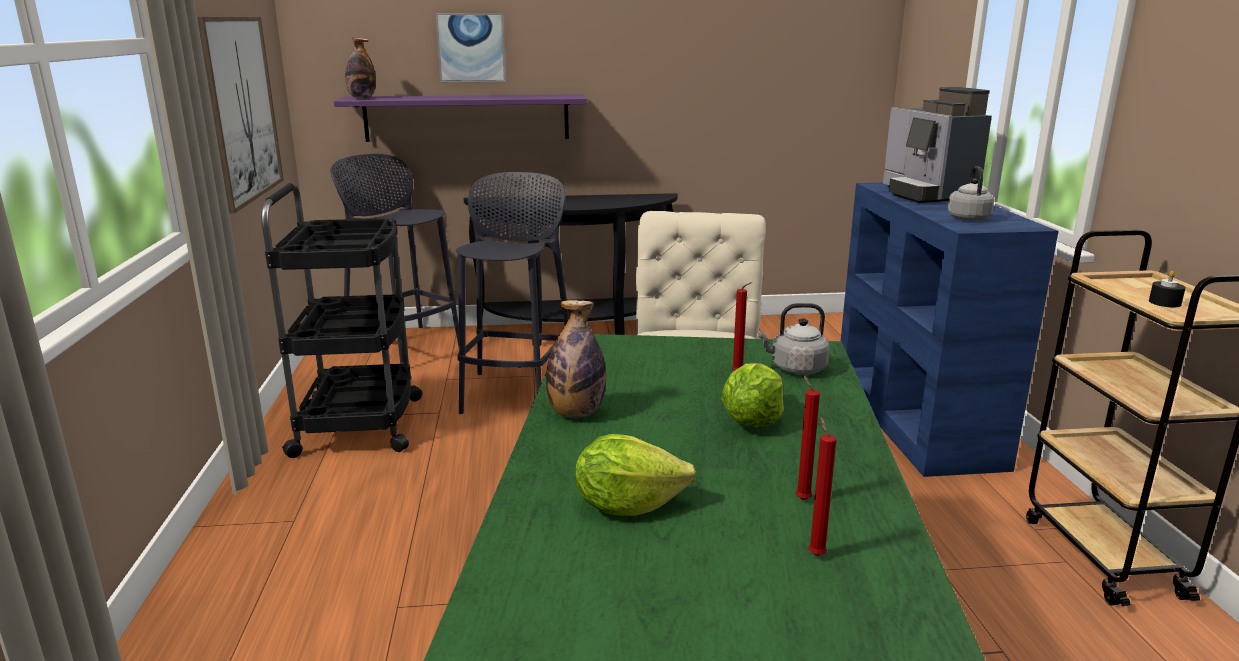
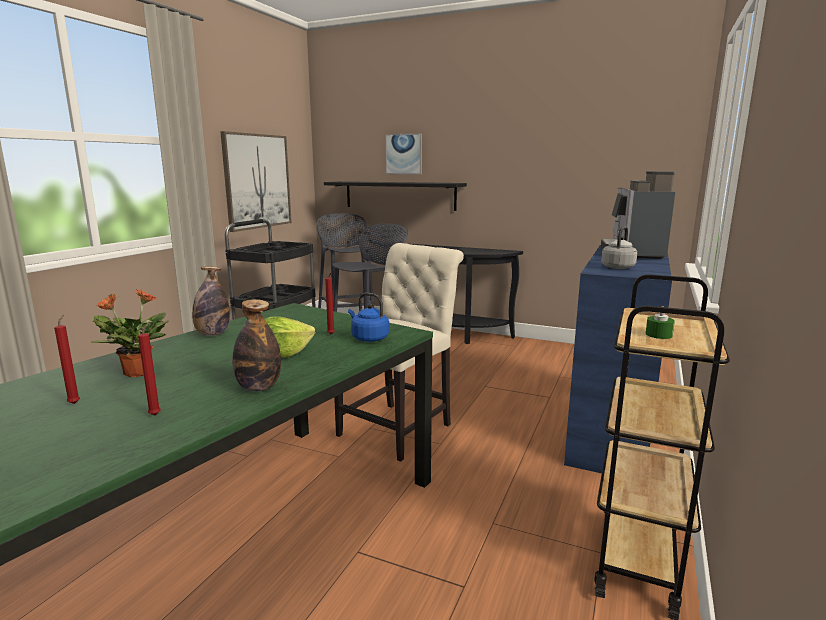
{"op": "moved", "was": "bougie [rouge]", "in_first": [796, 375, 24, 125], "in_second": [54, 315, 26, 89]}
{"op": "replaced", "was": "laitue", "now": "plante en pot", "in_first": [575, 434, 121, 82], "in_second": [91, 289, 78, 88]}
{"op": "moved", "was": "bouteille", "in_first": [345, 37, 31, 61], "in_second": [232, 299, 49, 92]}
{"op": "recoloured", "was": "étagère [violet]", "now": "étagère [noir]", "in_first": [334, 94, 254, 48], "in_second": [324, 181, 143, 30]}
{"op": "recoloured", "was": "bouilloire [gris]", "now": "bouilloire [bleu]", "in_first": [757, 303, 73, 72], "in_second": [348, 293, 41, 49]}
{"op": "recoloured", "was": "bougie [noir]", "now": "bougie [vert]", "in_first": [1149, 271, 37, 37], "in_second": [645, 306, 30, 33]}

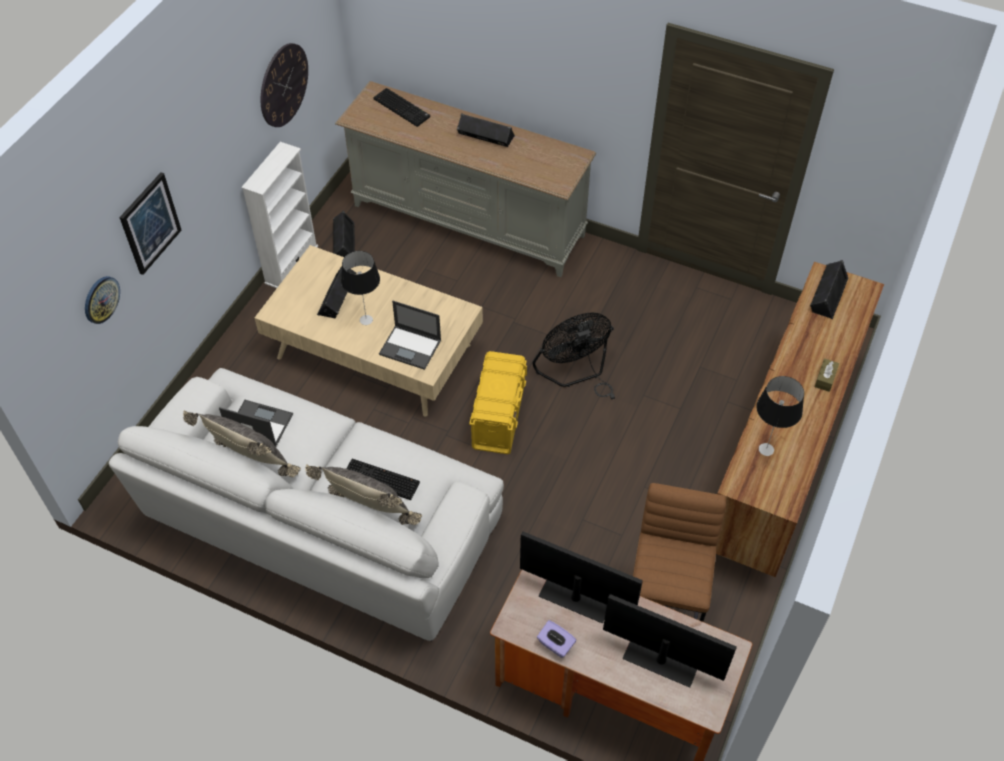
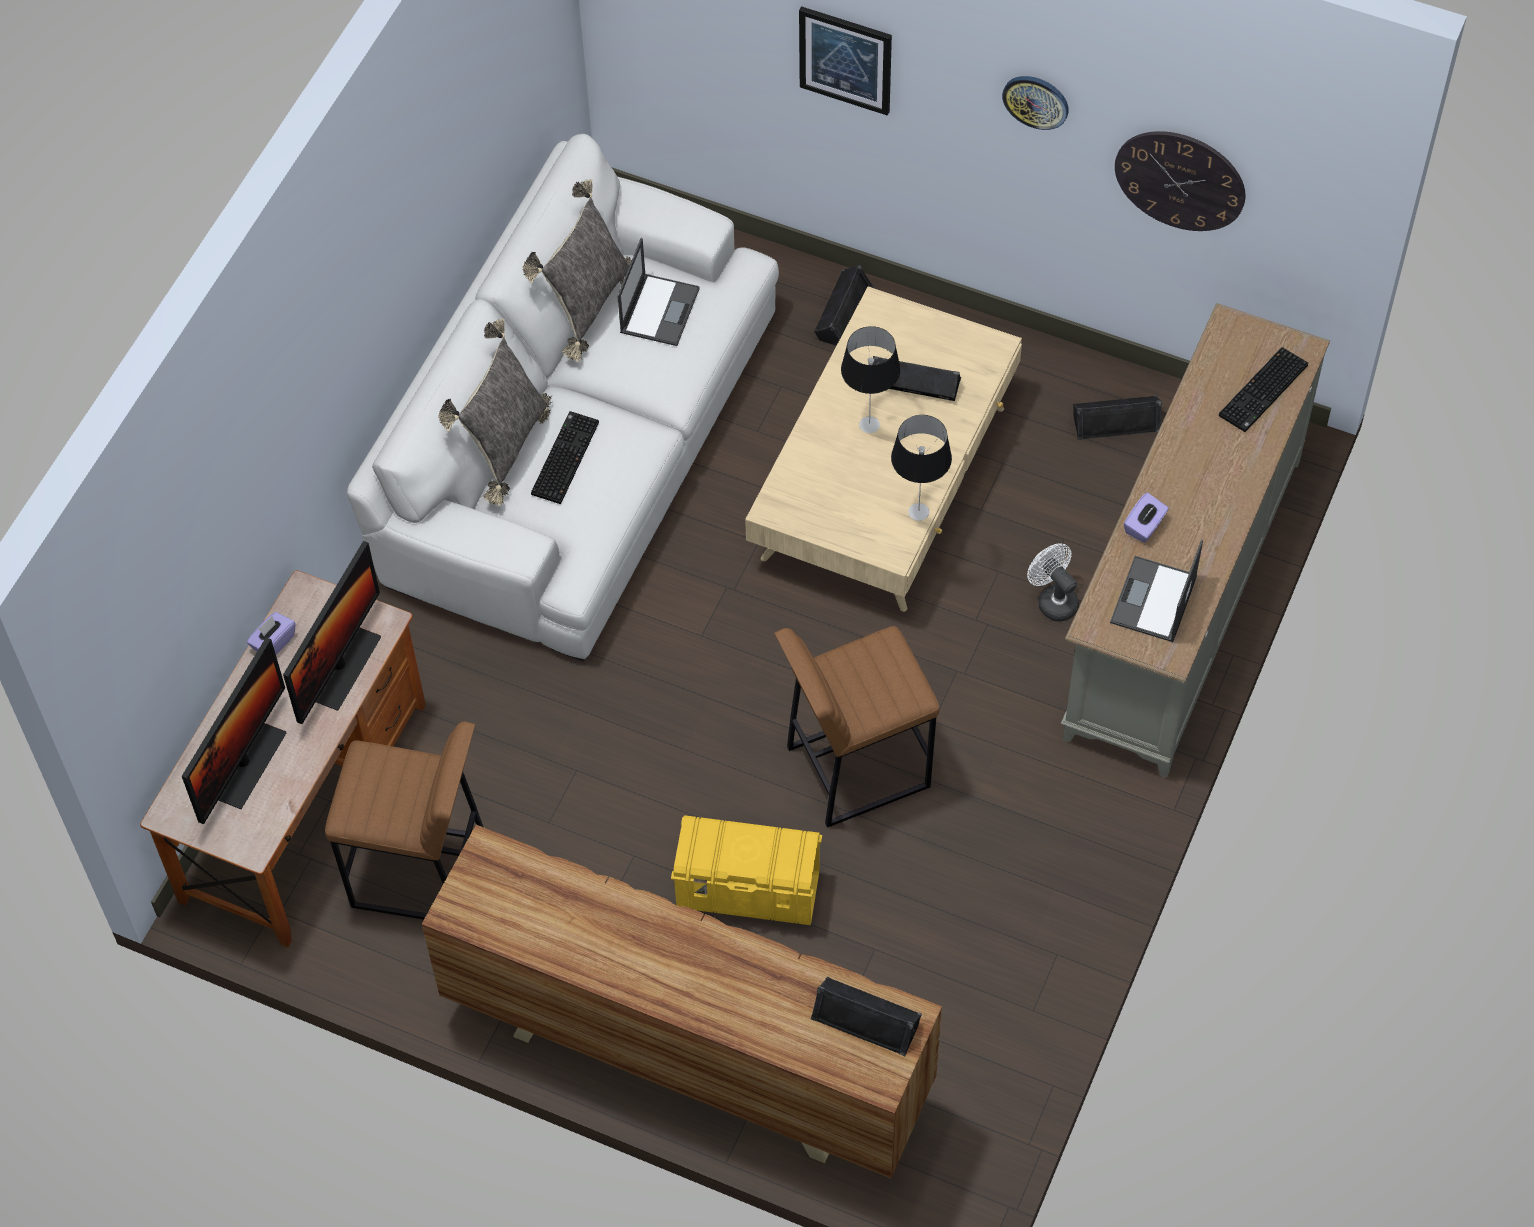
{"op": "moved", "was": "boîte de rangement [jaune]", "in_first": [469, 351, 58, 103], "in_second": [671, 815, 151, 110]}
{"op": "replaced", "was": "ventilateur [noir]", "now": "tabouret [marron]", "in_first": [533, 313, 82, 87], "in_second": [774, 626, 165, 202]}
{"op": "moved", "was": "enceinte [noir]", "in_first": [457, 113, 58, 34], "in_second": [814, 264, 60, 82]}
{"op": "moved", "was": "lampe de table", "in_first": [756, 376, 48, 80], "in_second": [891, 415, 61, 106]}
{"op": "moved", "was": "horloge murale", "in_first": [85, 276, 35, 48], "in_second": [1002, 76, 67, 54]}
{"op": "added", "now": "ventilateur [blanc]", "in_second": [1027, 543, 52, 79]}
{"op": "moved", "was": "ordinateur portable", "in_first": [379, 301, 62, 69], "in_second": [1110, 539, 93, 103]}
{"op": "added", "now": "boîte à mouchoirs [violet]", "in_second": [1124, 492, 45, 51]}
{"op": "removed", "was": "bibliothèque [blanc]", "in_first": [241, 142, 77, 146]}
{"op": "removed", "was": "boîte à mouchoirs [marron]", "in_first": [815, 358, 24, 34]}

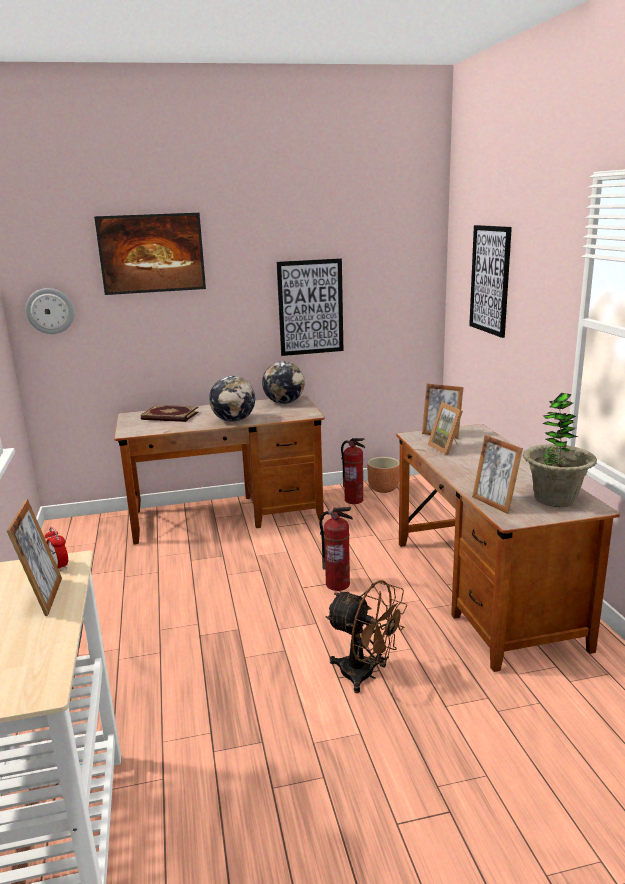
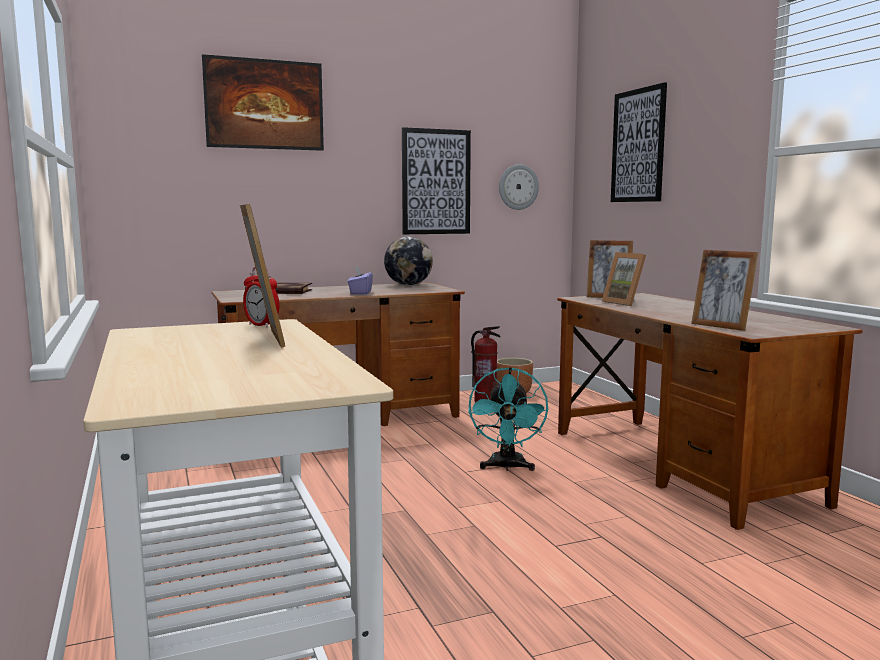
{"op": "replaced", "was": "globe", "now": "boîte à mouchoirs [violet]", "in_first": [209, 376, 46, 46], "in_second": [347, 266, 26, 28]}
{"op": "replaced", "was": "extincteur", "now": "ventilateur [turquoise]", "in_first": [319, 507, 34, 84], "in_second": [468, 367, 81, 104]}
{"op": "moved", "was": "horloge murale", "in_first": [26, 288, 48, 46], "in_second": [499, 164, 40, 46]}
{"op": "removed", "was": "ventilateur [marron]", "in_first": [325, 580, 82, 113]}
{"op": "removed", "was": "plante en pot", "in_first": [523, 393, 74, 114]}

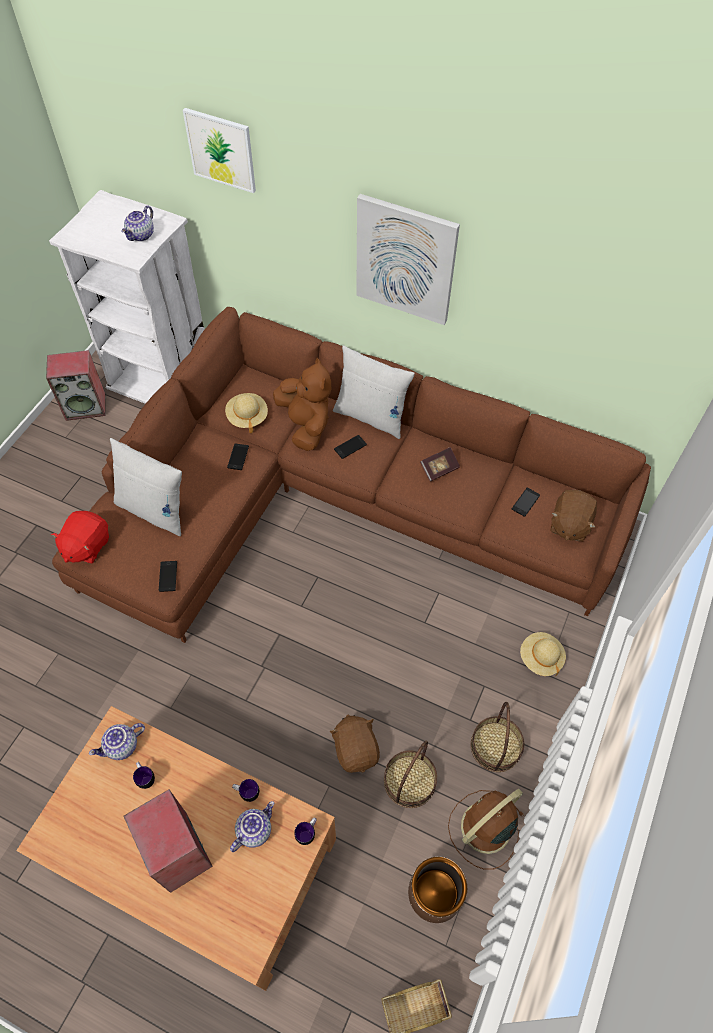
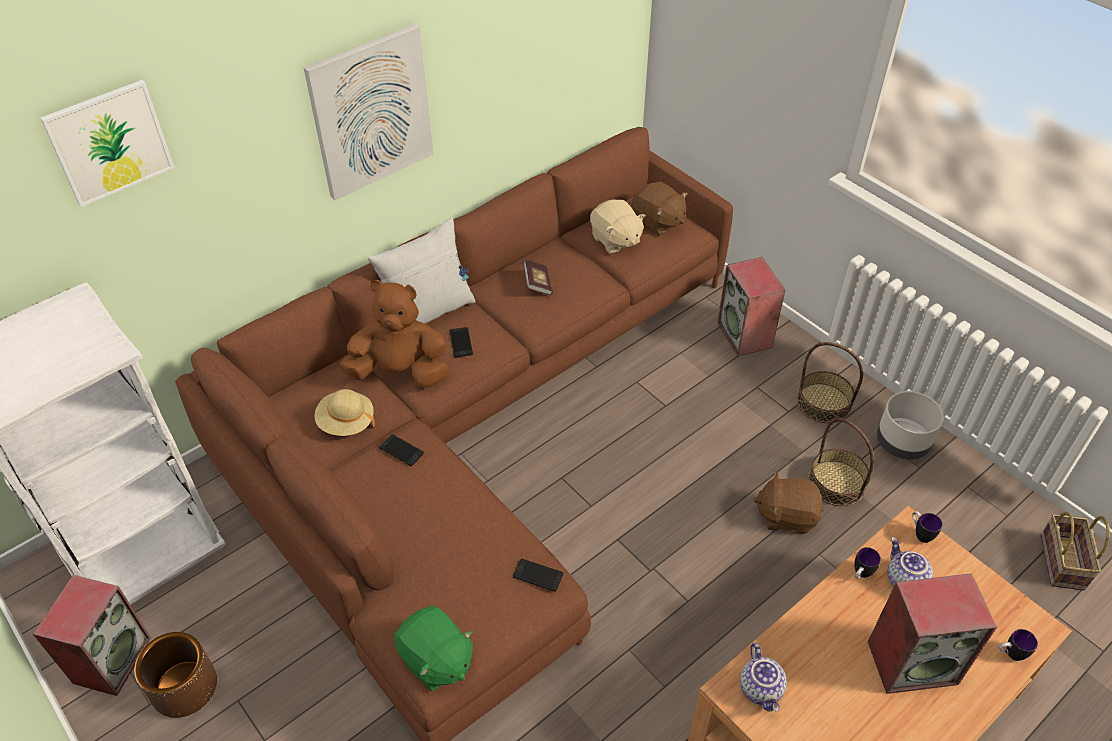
{"op": "moved", "was": "cache-pot [marron]", "in_first": [408, 857, 59, 66], "in_second": [134, 632, 83, 86]}
{"op": "recoloured", "was": "peluche [rouge]", "now": "peluche [vert]", "in_first": [51, 511, 58, 52], "in_second": [394, 606, 79, 85]}
{"op": "replaced", "was": "téléphone", "now": "peluche [beige]", "in_first": [512, 488, 28, 29], "in_second": [590, 199, 56, 55]}
{"op": "replaced", "was": "chapeau [beige]", "now": "enceinte", "in_first": [520, 632, 46, 44], "in_second": [717, 257, 68, 99]}
{"op": "replaced", "was": "ventilateur [marron]", "now": "cache-pot [gris]", "in_first": [448, 789, 75, 81], "in_second": [877, 391, 67, 69]}
{"op": "moved", "was": "mug", "in_first": [133, 762, 22, 27], "in_second": [999, 629, 39, 32]}
{"op": "removed", "was": "coussin [gris]", "in_first": [110, 438, 72, 98]}
{"op": "removed", "was": "théière", "in_first": [121, 205, 33, 36]}

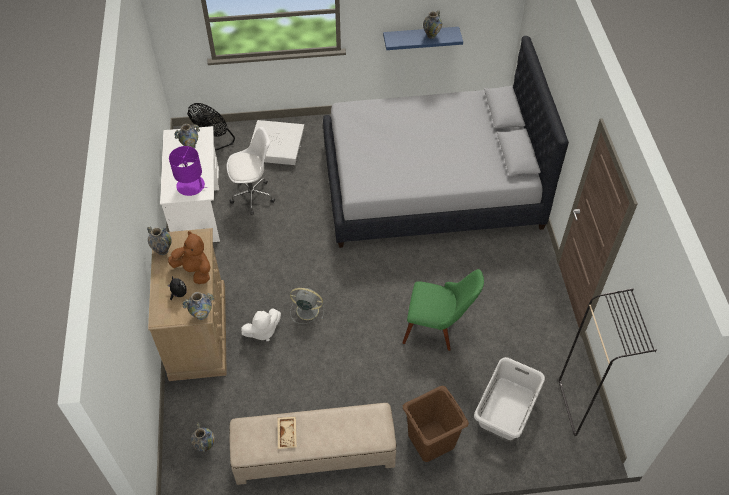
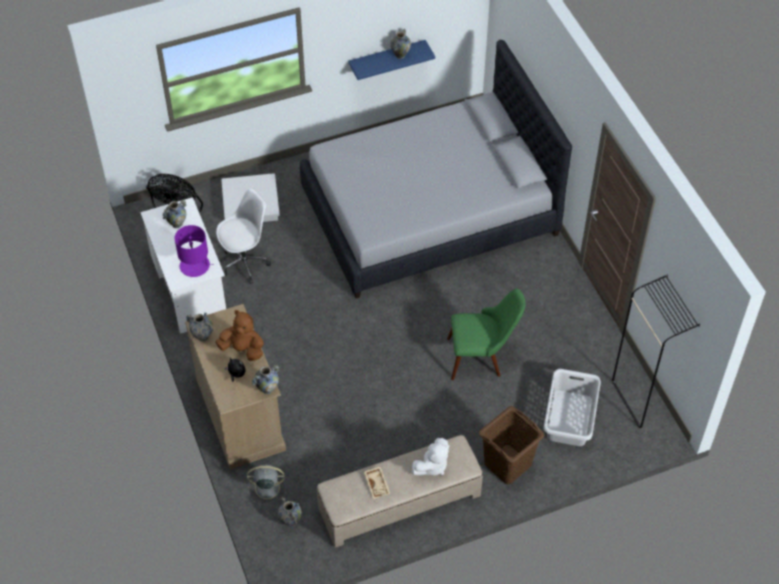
{"op": "moved", "was": "ventilateur [gris]", "in_first": [290, 288, 34, 36], "in_second": [247, 464, 40, 41]}
{"op": "moved", "was": "peluche [blanc]", "in_first": [241, 309, 40, 32], "in_second": [412, 438, 38, 38]}

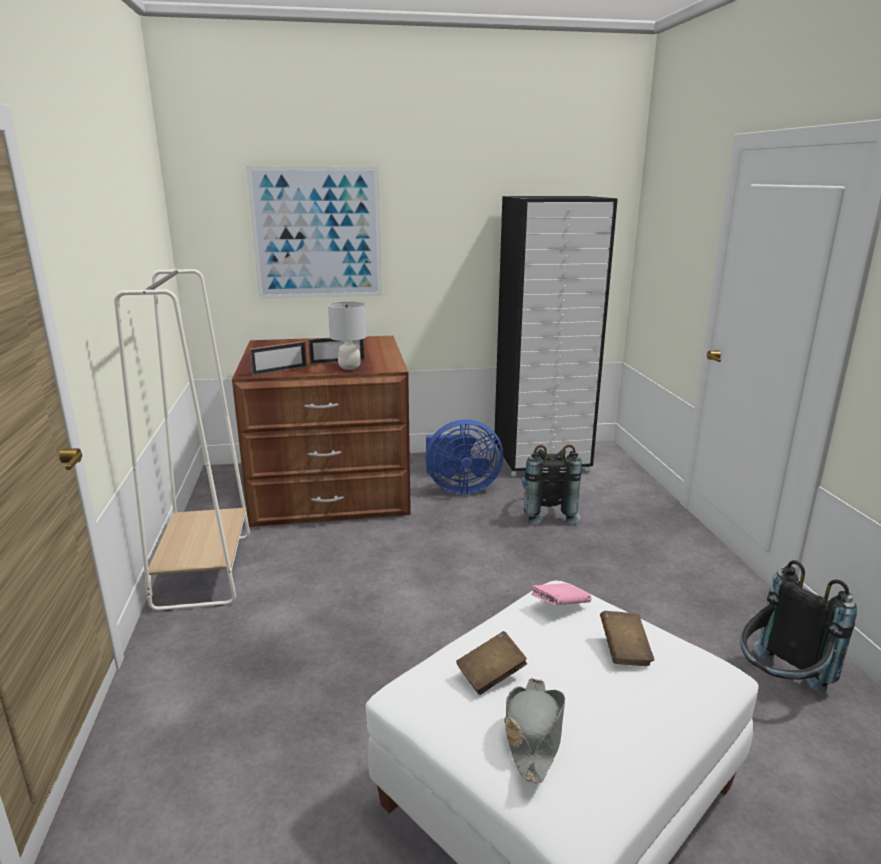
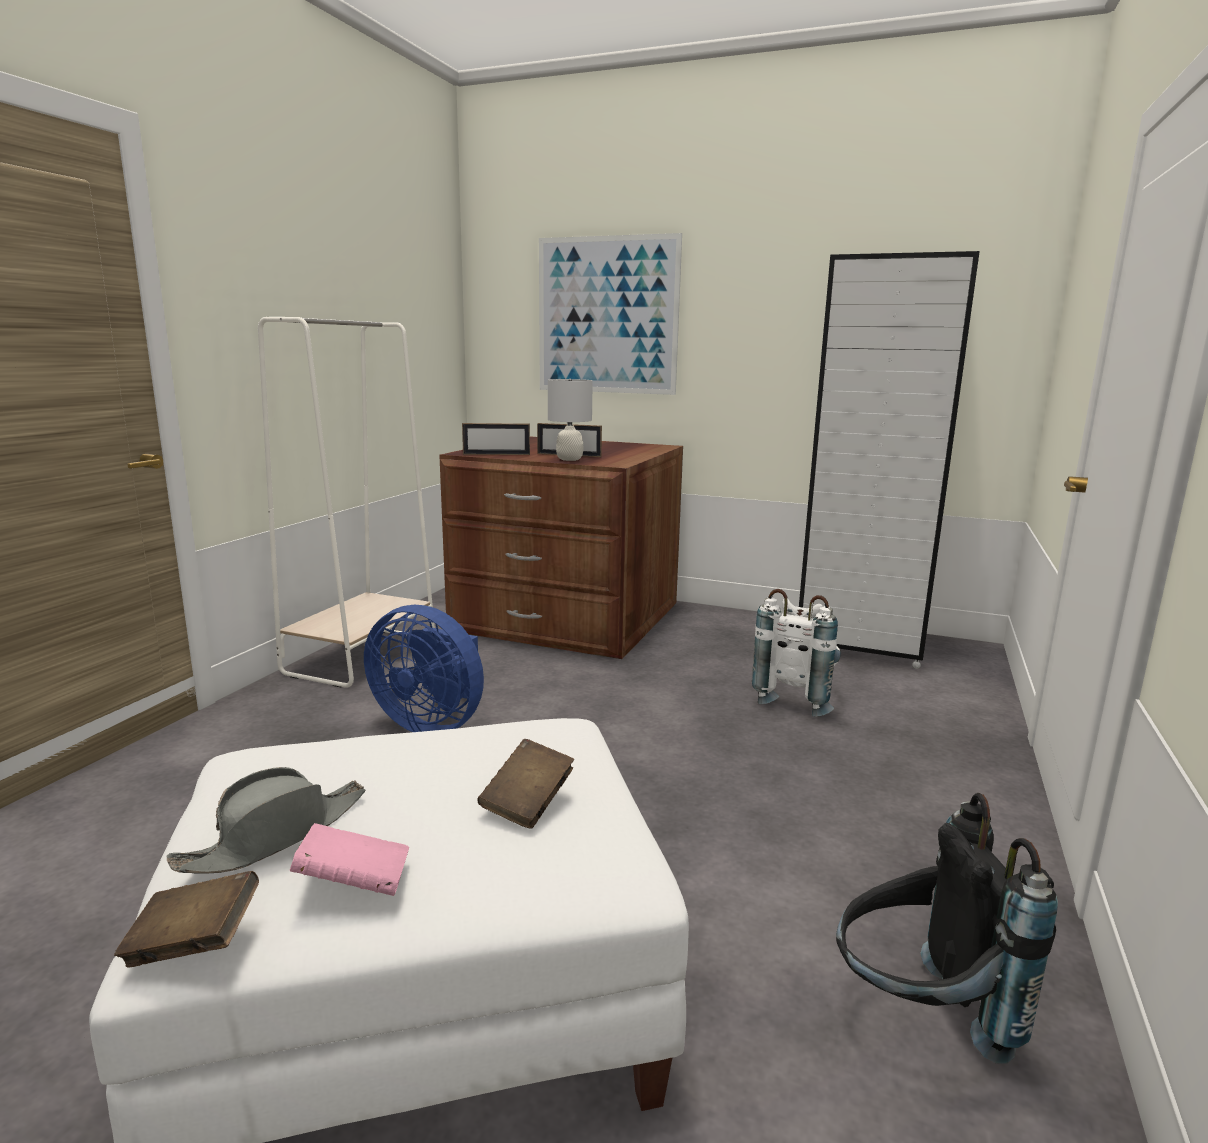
{"op": "moved", "was": "livre [marron]", "in_first": [456, 631, 71, 64], "in_second": [114, 871, 145, 97]}
{"op": "moved", "was": "livre [rose]", "in_first": [531, 583, 60, 22], "in_second": [290, 823, 119, 73]}
{"op": "moved", "was": "ventilateur [bleu]", "in_first": [425, 420, 78, 74], "in_second": [364, 605, 120, 127]}
{"op": "recoloured", "was": "sac à dos [noir]", "now": "sac à dos [blanc]", "in_first": [522, 444, 60, 81], "in_second": [752, 589, 89, 128]}

